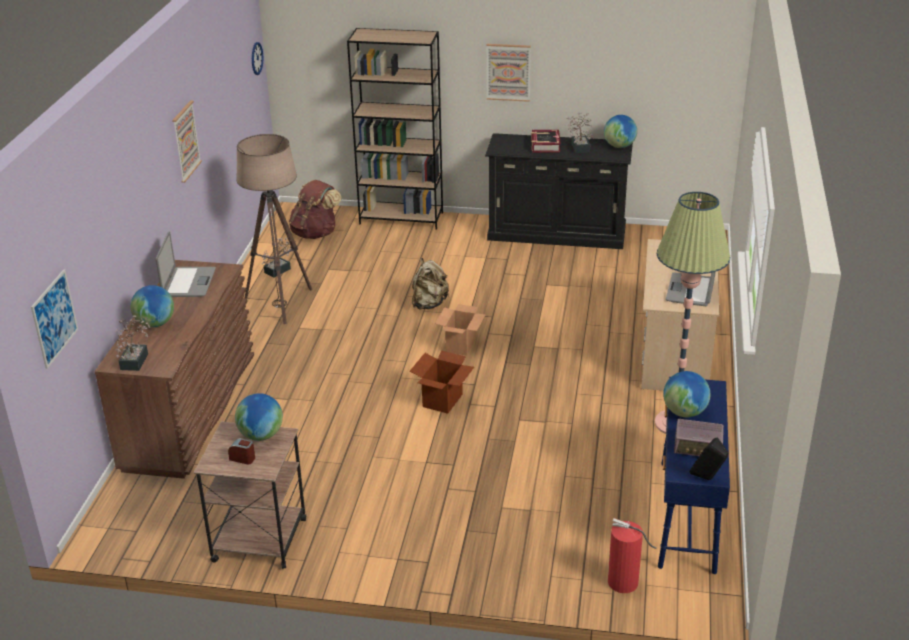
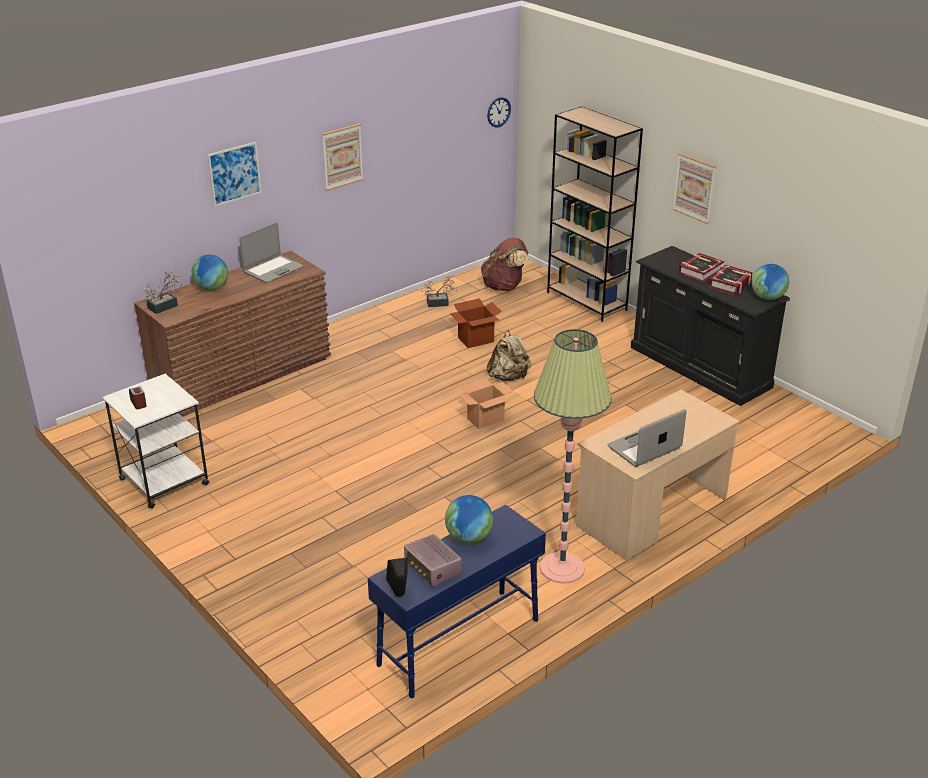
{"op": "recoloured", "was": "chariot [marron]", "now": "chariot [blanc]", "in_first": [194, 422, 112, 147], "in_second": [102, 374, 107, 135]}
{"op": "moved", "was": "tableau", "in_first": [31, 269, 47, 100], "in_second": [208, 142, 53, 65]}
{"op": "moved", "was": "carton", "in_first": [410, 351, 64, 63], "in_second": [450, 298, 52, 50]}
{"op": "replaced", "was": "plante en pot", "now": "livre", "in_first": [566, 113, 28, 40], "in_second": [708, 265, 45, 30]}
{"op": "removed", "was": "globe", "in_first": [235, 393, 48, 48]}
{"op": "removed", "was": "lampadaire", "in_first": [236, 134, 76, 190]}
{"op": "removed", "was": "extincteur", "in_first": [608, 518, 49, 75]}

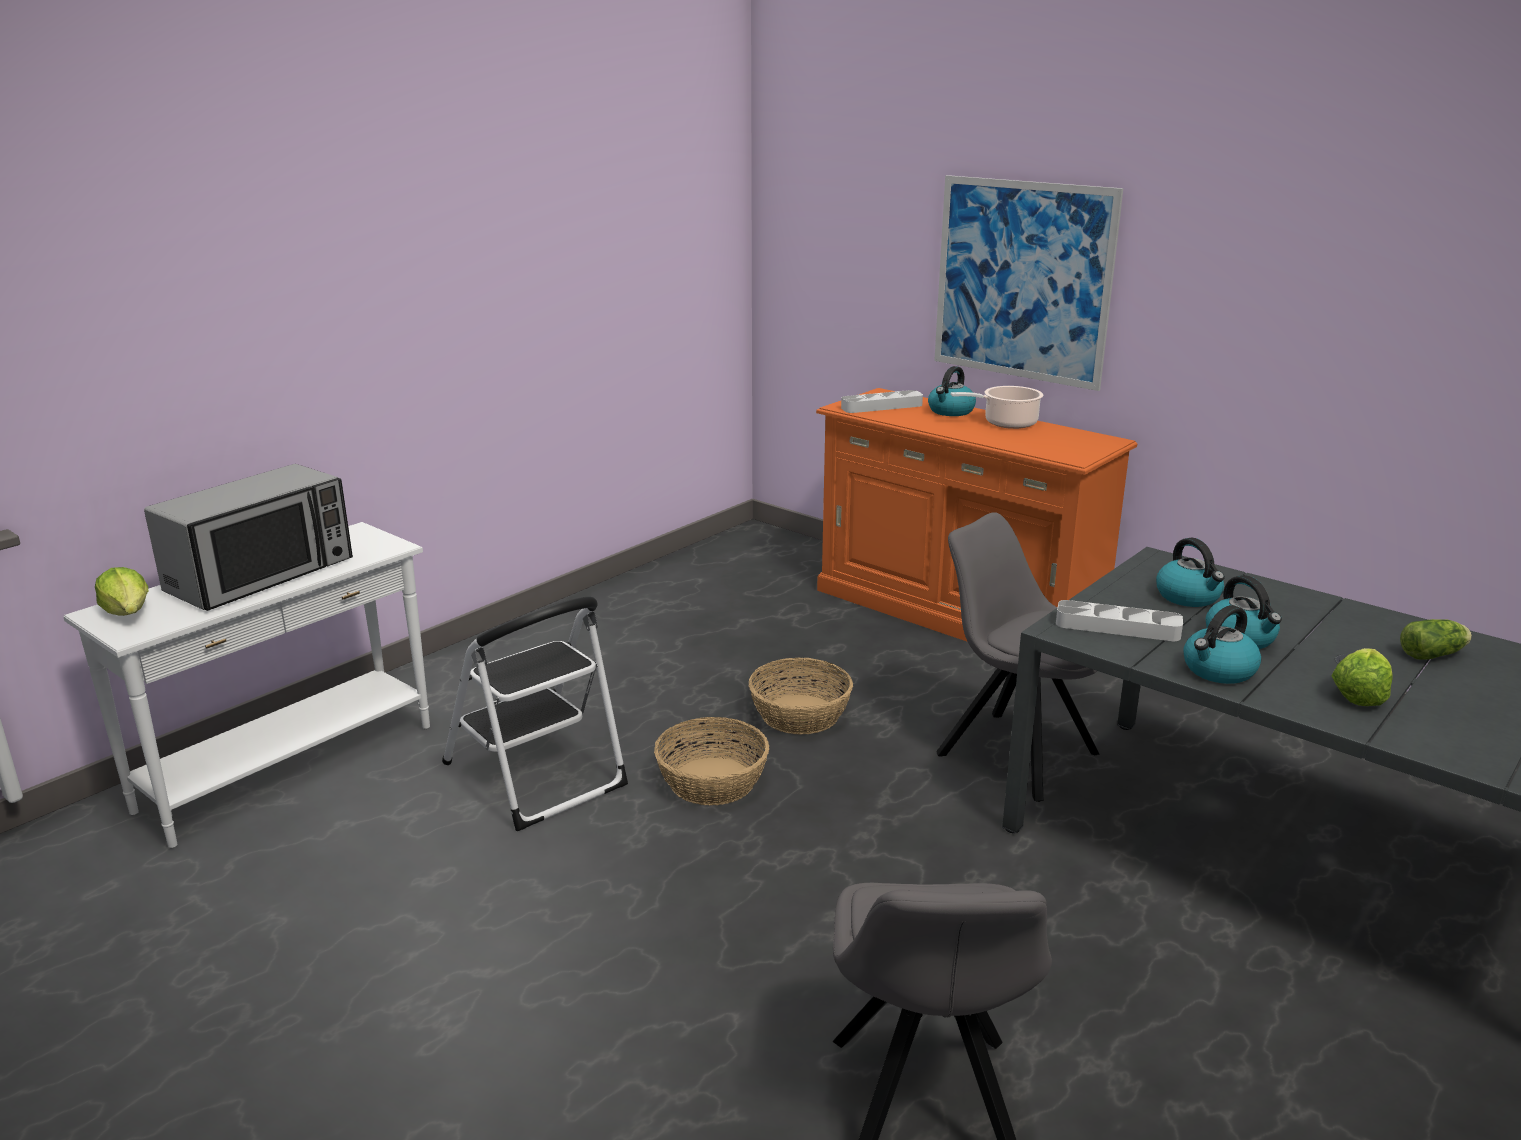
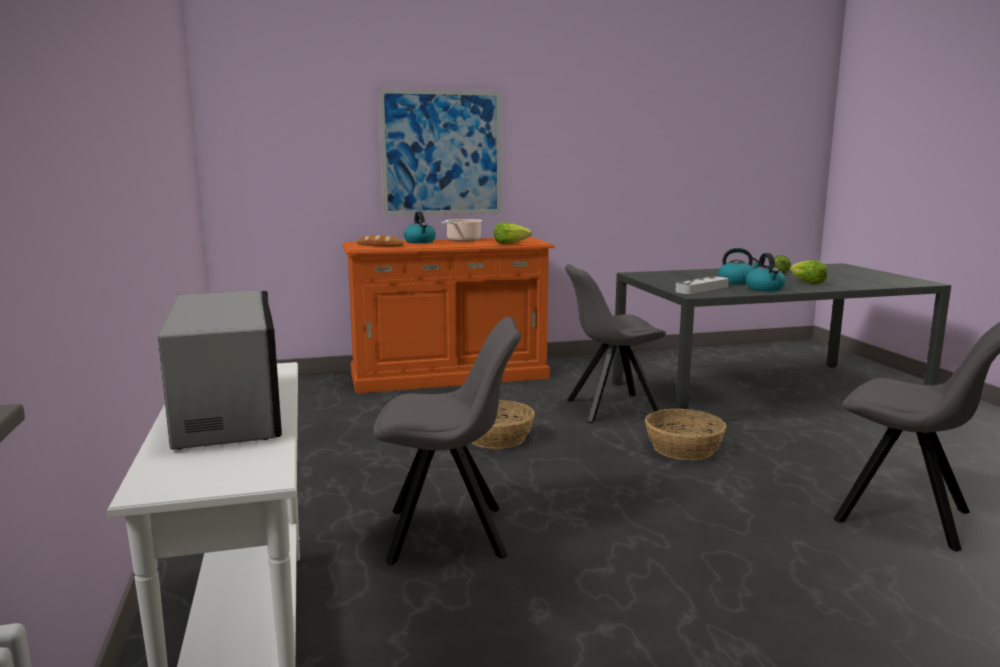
{"op": "replaced", "was": "plateau [gris]", "now": "pain", "in_first": [841, 390, 82, 23], "in_second": [356, 235, 47, 11]}
{"op": "replaced", "was": "escabeau", "now": "chaise [gris]", "in_first": [442, 597, 186, 234], "in_second": [373, 317, 148, 248]}
{"op": "moved", "was": "laitue", "in_first": [95, 567, 53, 49], "in_second": [494, 222, 38, 22]}
{"op": "moved", "was": "panier", "in_first": [654, 717, 115, 88], "in_second": [645, 409, 82, 51]}
{"op": "removed", "was": "bouilloire", "in_first": [1156, 538, 69, 69]}

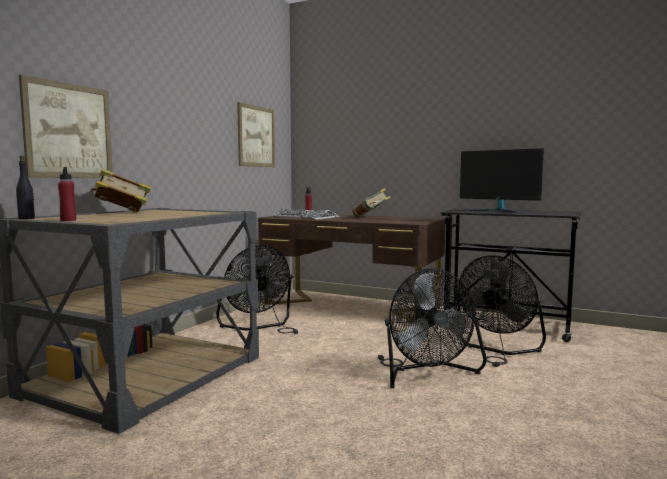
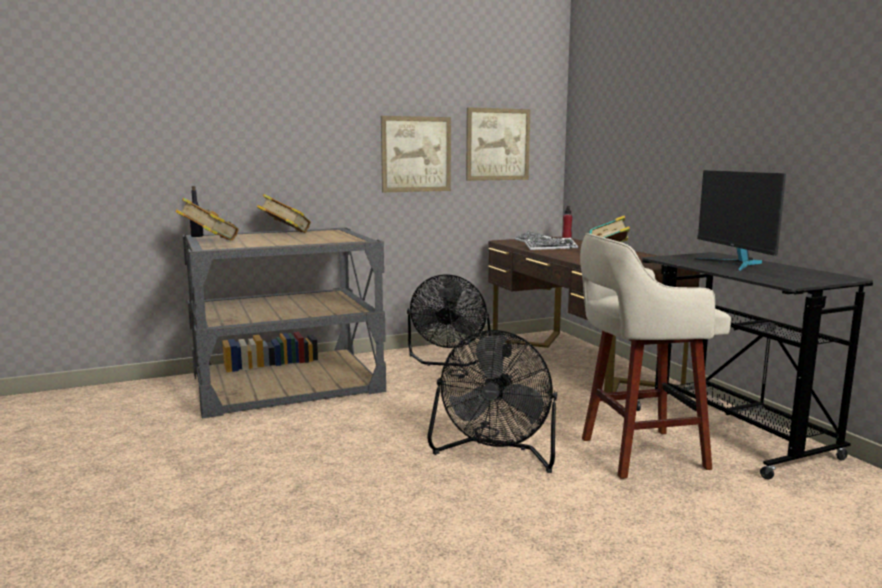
{"op": "replaced", "was": "bouteille [rouge]", "now": "livre", "in_first": [58, 167, 18, 54], "in_second": [175, 198, 64, 42]}
{"op": "moved", "was": "tableau", "in_first": [19, 75, 94, 103], "in_second": [381, 116, 70, 76]}
{"op": "replaced", "was": "ventilateur [noir]", "now": "tabouret [beige]", "in_first": [455, 255, 91, 112], "in_second": [580, 233, 151, 246]}

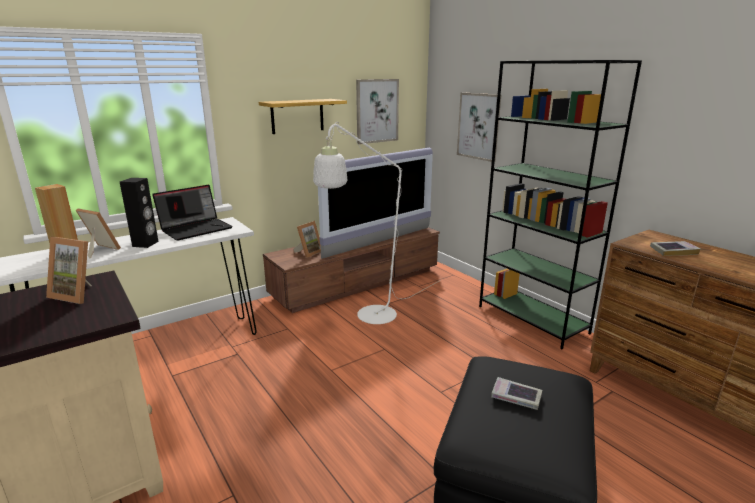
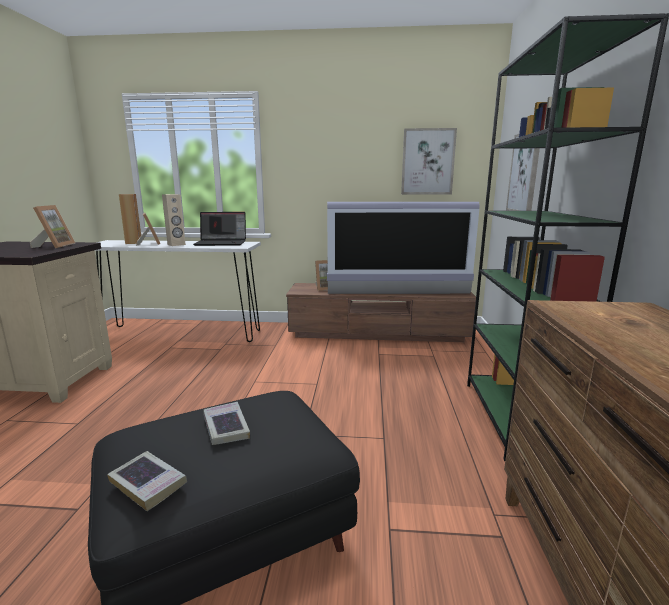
{"op": "turned", "was": "cadre photo", "in_first": [46, 237, 46, 67], "in_second": [30, 205, 45, 43], "clockwise": -150}
{"op": "moved", "was": "livre", "in_first": [650, 241, 50, 15], "in_second": [107, 451, 80, 60]}
{"op": "recoloured", "was": "enceinte [noir]", "now": "enceinte [beige]", "in_first": [120, 178, 39, 70], "in_second": [162, 194, 24, 52]}
{"op": "removed", "was": "étagère", "in_first": [259, 99, 88, 35]}
{"op": "removed", "was": "lampadaire [blanc]", "in_first": [313, 122, 126, 202]}

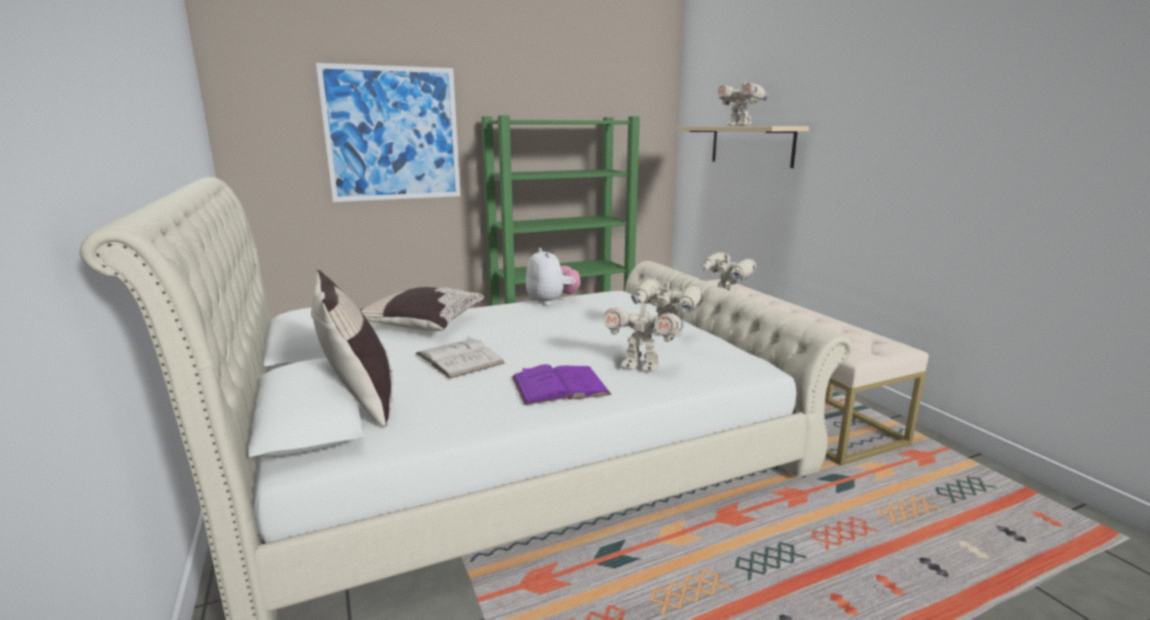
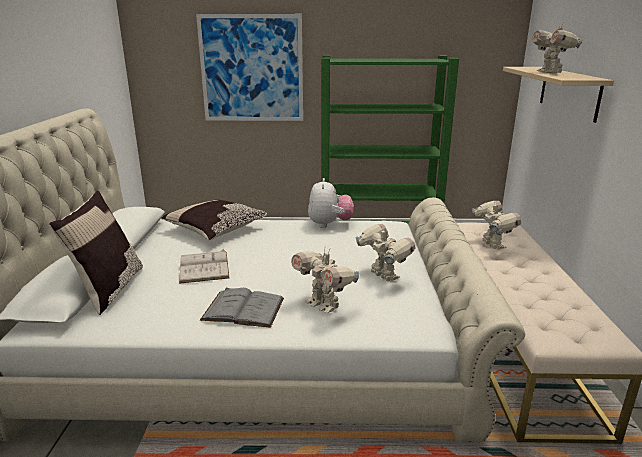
{"op": "recoloured", "was": "livre [violet]", "now": "livre [gris]", "in_first": [512, 364, 99, 41], "in_second": [200, 288, 84, 40]}

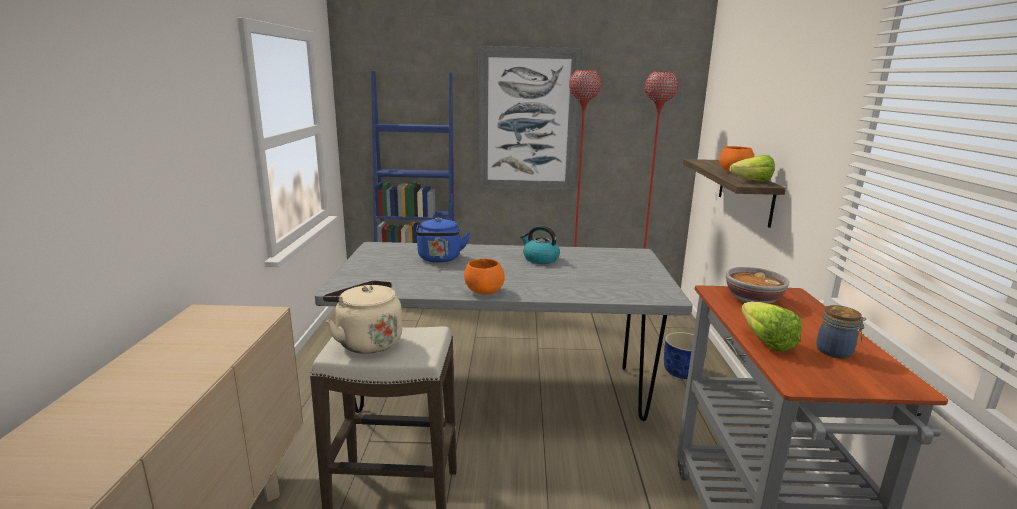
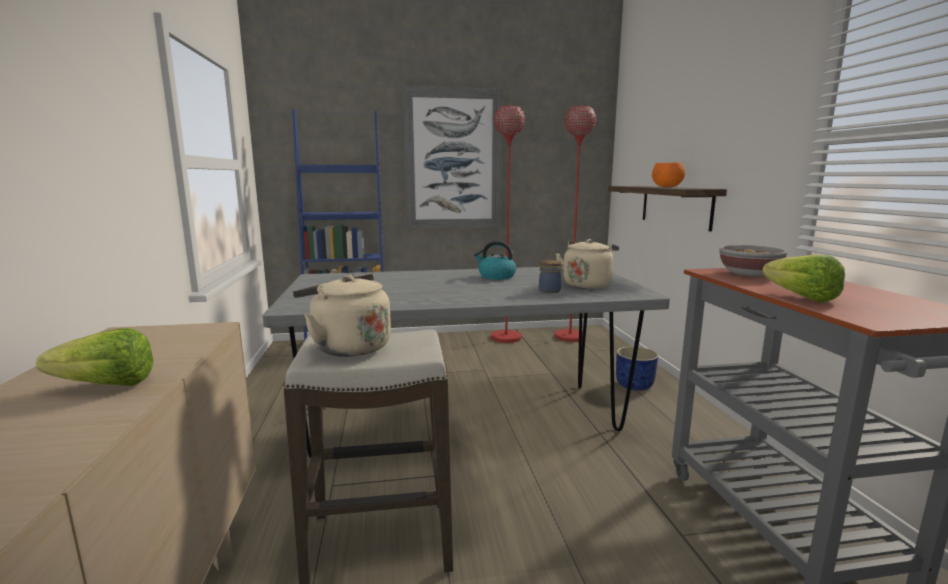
{"op": "moved", "was": "laitue", "in_first": [730, 155, 45, 27], "in_second": [36, 328, 118, 58]}
{"op": "moved", "was": "bocal", "in_first": [816, 305, 50, 54], "in_second": [539, 260, 25, 33]}
{"op": "added", "now": "bouilloire [beige]", "in_second": [555, 239, 64, 50]}
{"op": "removed", "was": "bouilloire [bleu]", "in_first": [416, 217, 54, 46]}
{"op": "removed", "was": "bol [orange]", "in_first": [464, 259, 41, 35]}

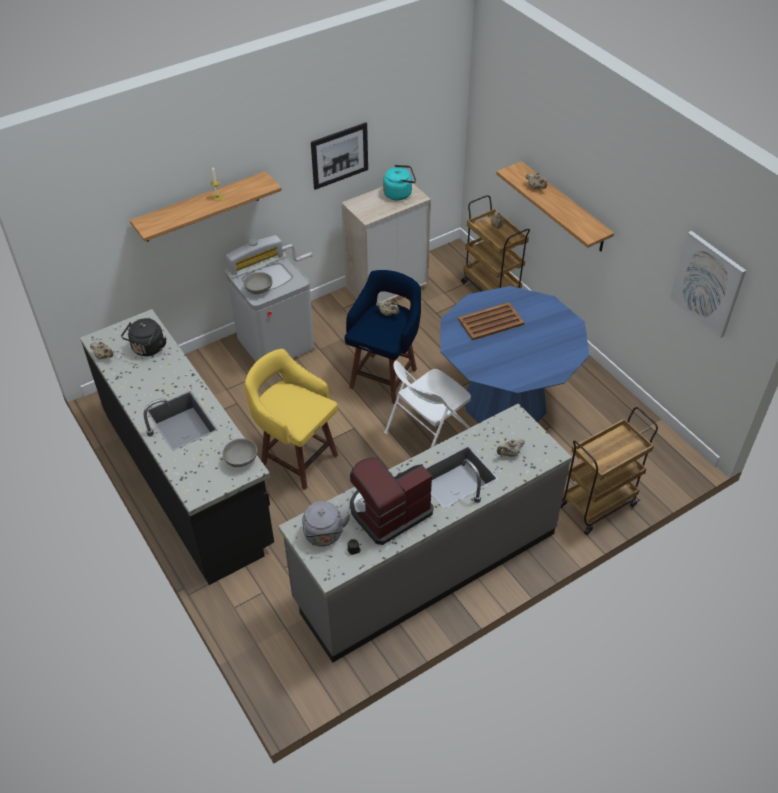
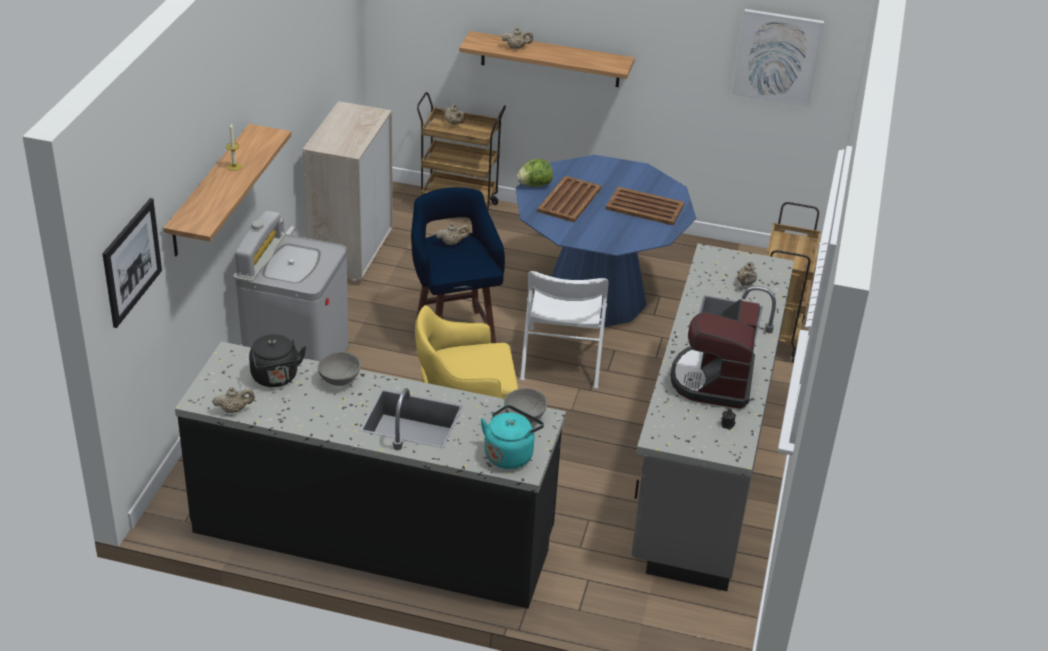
{"op": "moved", "was": "tableau", "in_first": [311, 122, 57, 68], "in_second": [102, 198, 60, 130]}
{"op": "moved", "was": "bol [gris]", "in_first": [244, 272, 29, 22], "in_second": [318, 352, 43, 34]}
{"op": "moved", "was": "bouilloire [turquoise]", "in_first": [383, 165, 33, 35], "in_second": [480, 405, 64, 64]}
{"op": "added", "now": "laitue", "in_second": [517, 159, 36, 28]}
{"op": "added", "now": "plateau [marron]", "in_second": [606, 187, 79, 38]}
{"op": "removed", "was": "bouilloire [gris]", "in_first": [302, 501, 49, 45]}

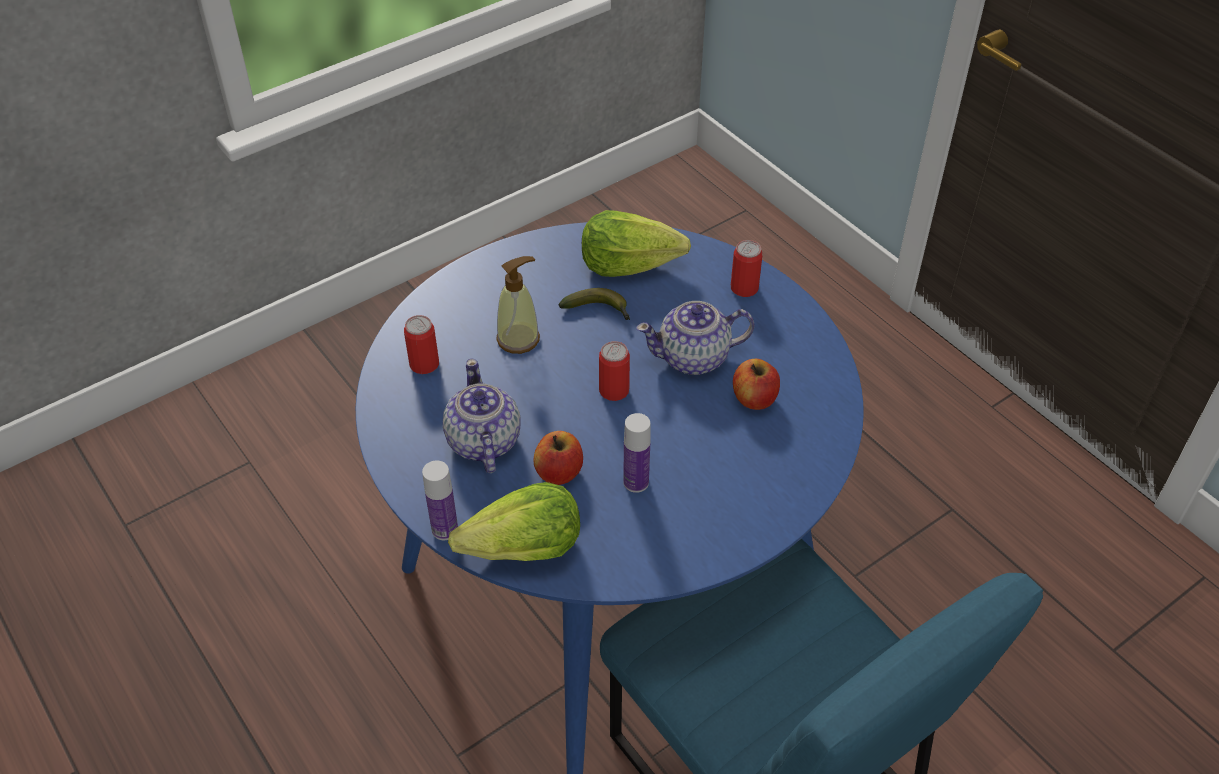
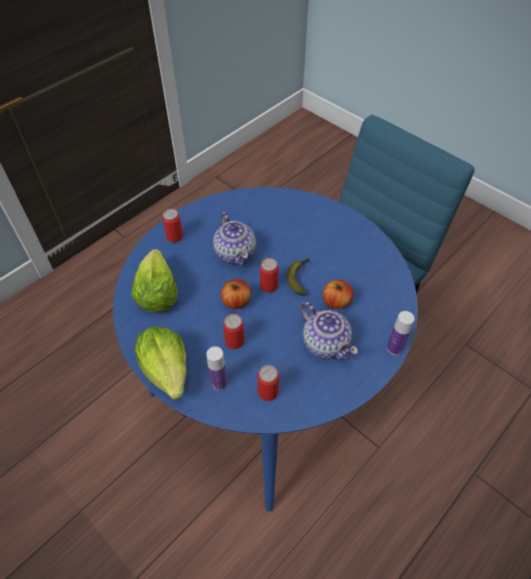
{"op": "moved", "was": "laitue", "in_first": [448, 482, 132, 79], "in_second": [135, 327, 51, 73]}
{"op": "moved", "was": "bouteille", "in_first": [623, 413, 27, 80], "in_second": [206, 346, 21, 44]}
{"op": "moved", "was": "pomme", "in_first": [733, 359, 47, 51], "in_second": [221, 279, 30, 30]}
{"op": "replaced", "was": "distributeur de savon", "now": "boîte métallique", "in_first": [496, 256, 44, 98], "in_second": [223, 314, 21, 35]}
{"op": "moved", "was": "banane", "in_first": [558, 288, 72, 32], "in_second": [287, 259, 23, 37]}
{"op": "turned", "was": "théière", "in_first": [443, 359, 78, 114], "in_second": [300, 302, 58, 58], "clockwise": -105}

